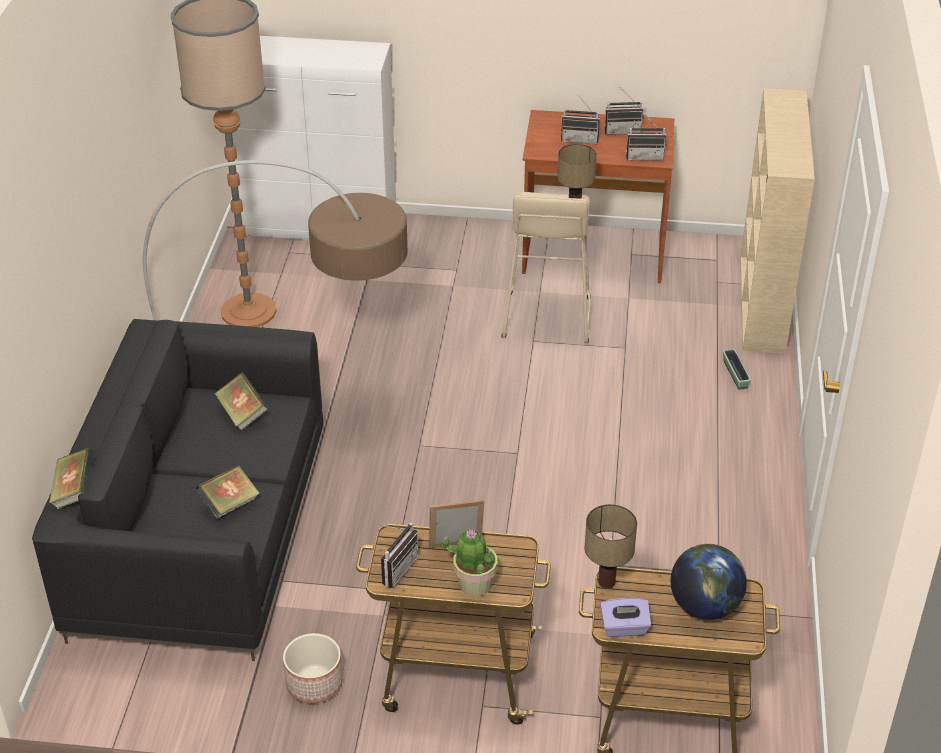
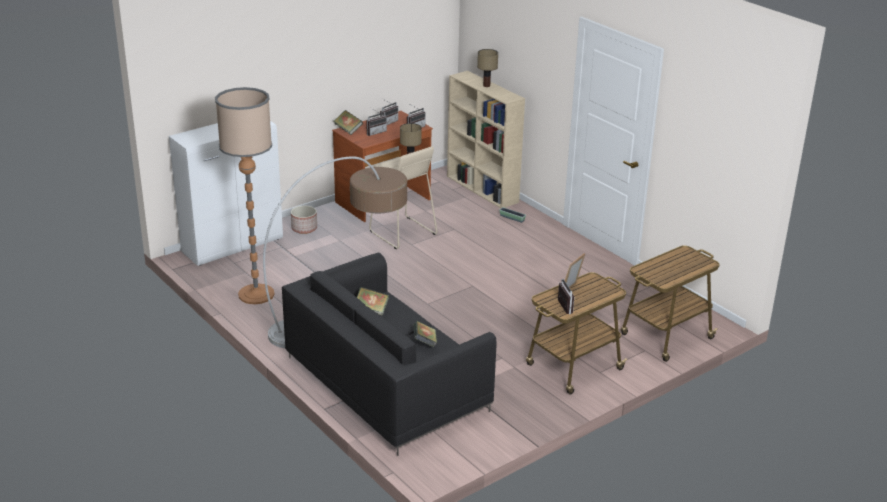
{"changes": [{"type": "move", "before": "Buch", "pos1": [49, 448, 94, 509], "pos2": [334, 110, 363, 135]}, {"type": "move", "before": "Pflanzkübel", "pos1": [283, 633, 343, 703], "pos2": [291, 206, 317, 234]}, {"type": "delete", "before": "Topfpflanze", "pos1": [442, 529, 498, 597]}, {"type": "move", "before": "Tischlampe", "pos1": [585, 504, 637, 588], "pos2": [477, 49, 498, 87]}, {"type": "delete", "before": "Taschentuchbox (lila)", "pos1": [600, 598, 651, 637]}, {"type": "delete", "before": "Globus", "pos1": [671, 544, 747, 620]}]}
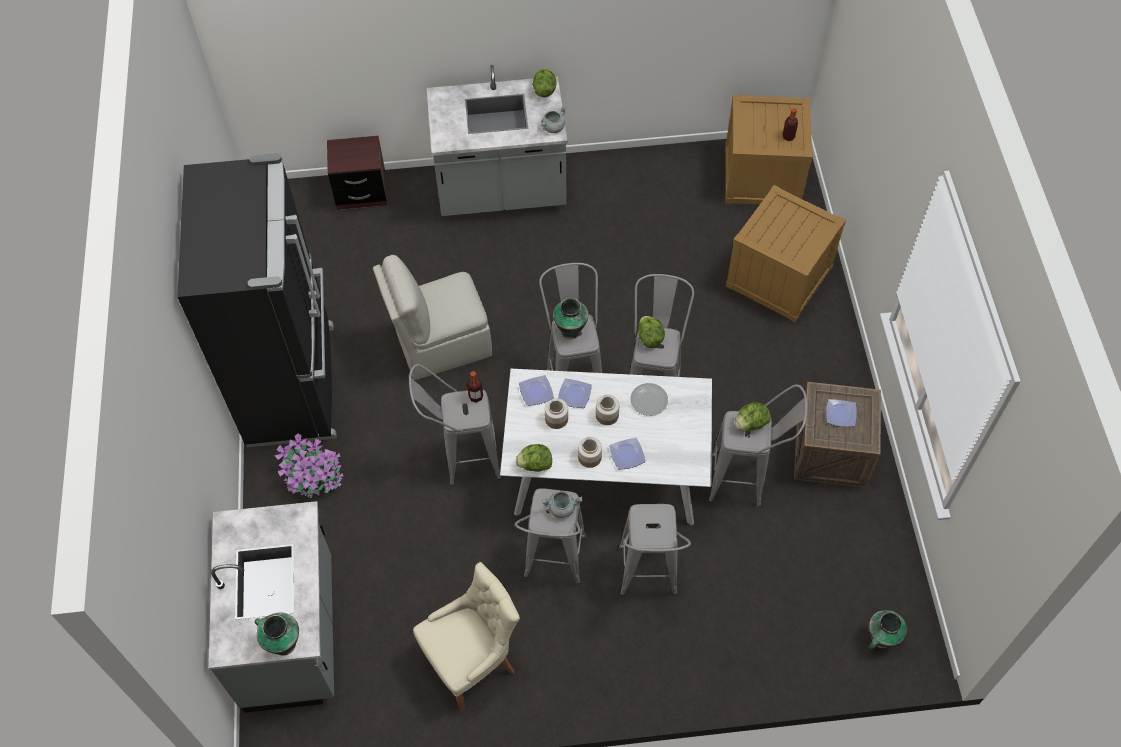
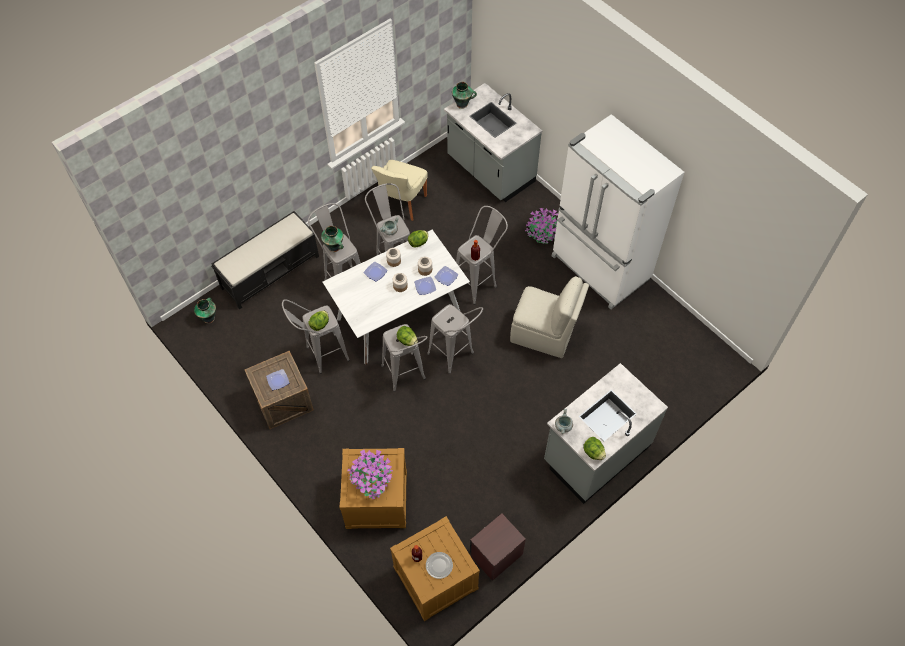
{"changes": [{"type": "recolor", "before": "Kühlschrank (schwarz)", "after": "Kühlschrank (weiß)", "pos1": [177, 153, 337, 448], "pos2": [552, 114, 684, 309]}, {"type": "move", "before": "Nachttisch (braun)", "pos1": [327, 136, 387, 210], "pos2": [470, 513, 526, 581]}, {"type": "rotate", "before": "Stuhl (beige)", "pos1": [373, 255, 492, 380], "pos2": [510, 276, 589, 358], "turn": 75}, {"type": "move", "before": "Vase", "pos1": [553, 296, 589, 339], "pos2": [321, 226, 343, 252]}, {"type": "move", "before": "Teller", "pos1": [630, 383, 668, 416], "pos2": [426, 552, 453, 579]}, {"type": "insert", "after": "Bank (schwarz)", "pos2": [211, 211, 319, 310]}, {"type": "insert", "after": "Topfpflanze", "pos2": [347, 450, 393, 499]}]}
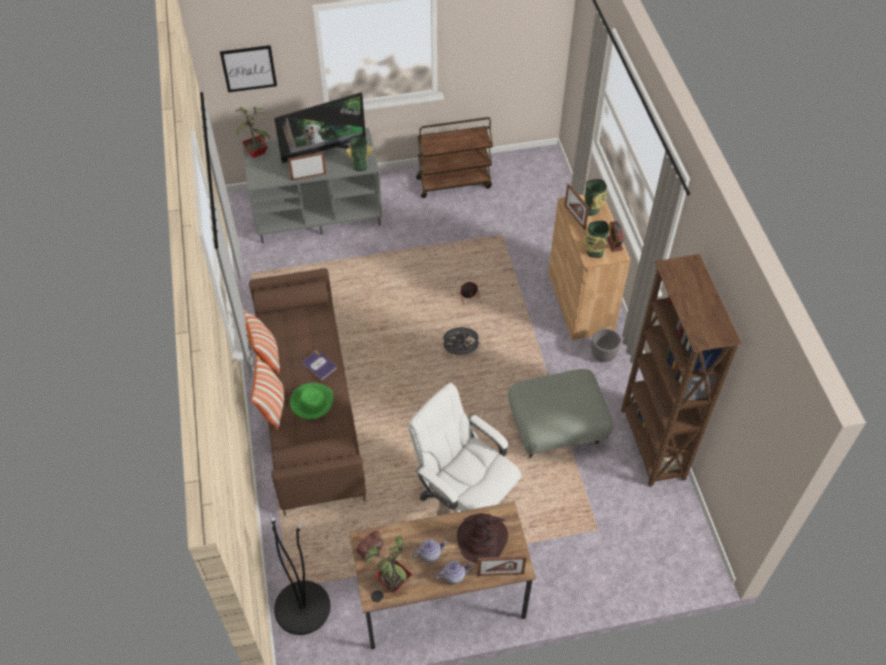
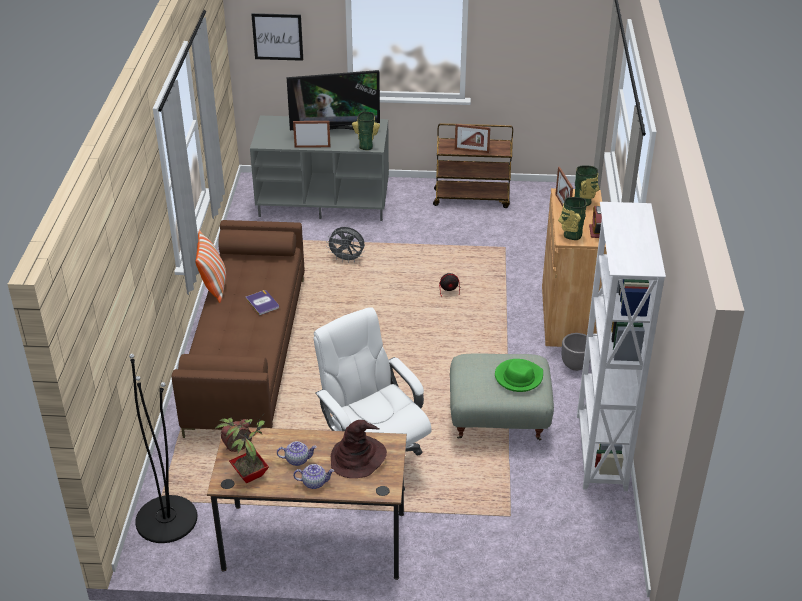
{"changes": [{"type": "delete", "before": "Topfpflanze", "pos1": [236, 107, 270, 158]}, {"type": "delete", "before": "Kissen", "pos1": [251, 355, 284, 430]}, {"type": "move", "before": "Hut (grün)", "pos1": [290, 383, 333, 419], "pos2": [495, 359, 543, 392]}, {"type": "move", "before": "Ventilator (grau)", "pos1": [441, 327, 481, 356], "pos2": [326, 227, 365, 263]}, {"type": "move", "before": "Bilderrahmen", "pos1": [477, 556, 526, 576], "pos2": [455, 124, 491, 153]}, {"type": "recolor", "before": "Bücherregal (braun)", "after": "Bücherregal (weiß)", "pos1": [621, 254, 742, 487], "pos2": [577, 202, 666, 491]}]}
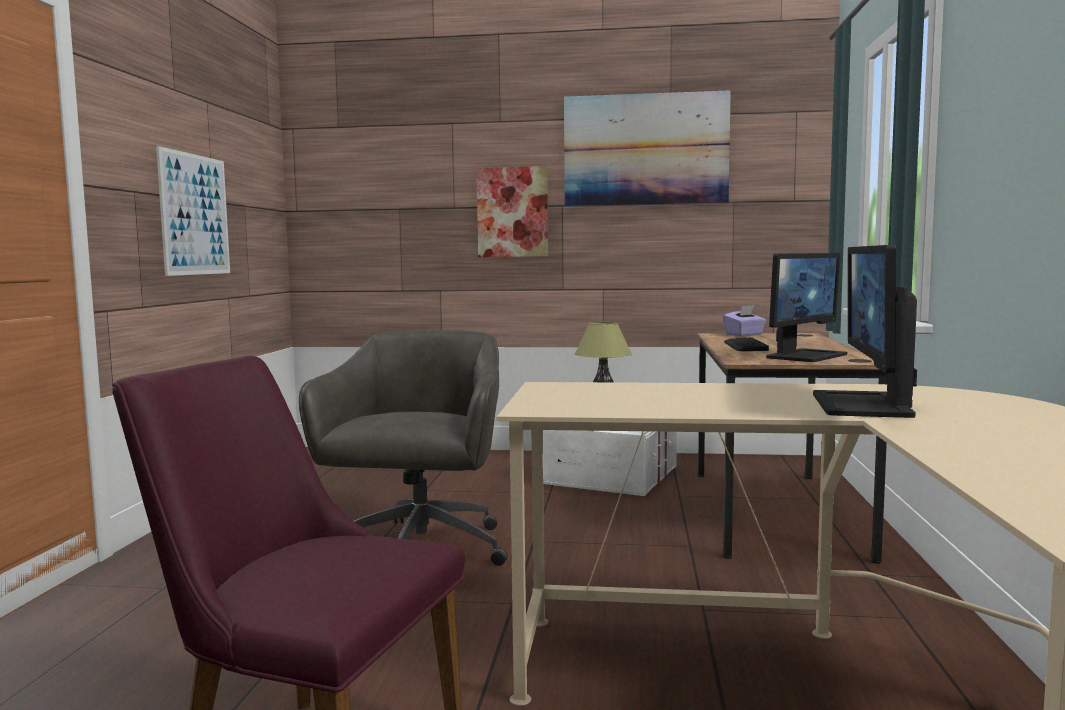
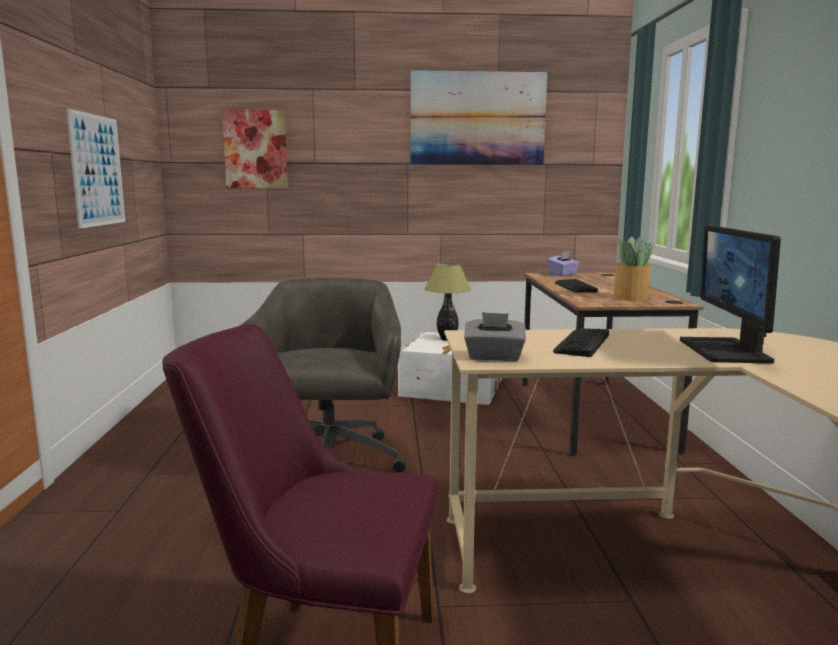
{"changes": [{"type": "move", "before": "Bild", "pos1": [476, 166, 548, 257], "pos2": [222, 109, 288, 188]}, {"type": "replace", "before": "Monitor", "after": "Topfpflanze", "pos1": [766, 253, 847, 362], "pos2": [614, 236, 655, 301]}, {"type": "insert", "after": "Taschentuchbox (grau)", "pos2": [464, 312, 526, 361]}, {"type": "insert", "after": "Tastatur", "pos2": [553, 328, 609, 357]}]}
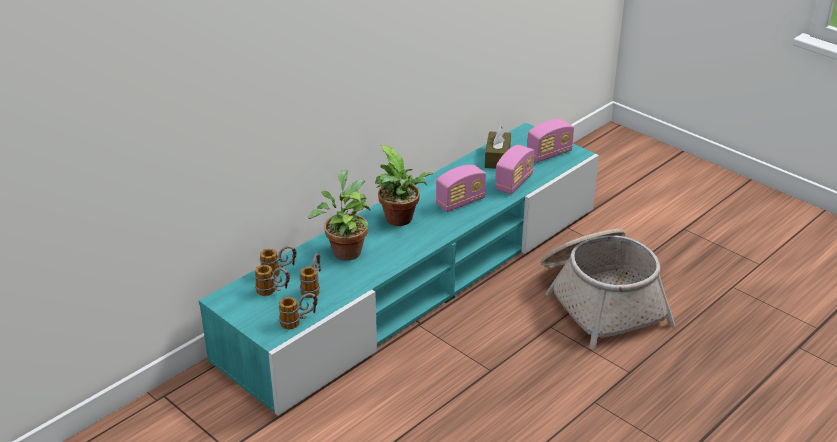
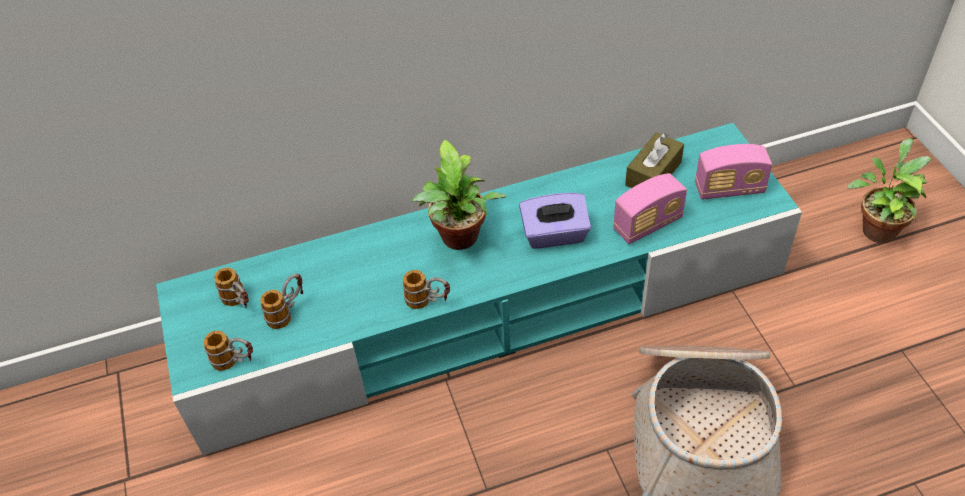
{"changes": [{"type": "move", "before": "Henkelbecher", "pos1": [260, 246, 297, 277], "pos2": [402, 270, 450, 309]}, {"type": "move", "before": "Topfpflanze", "pos1": [308, 170, 371, 261], "pos2": [848, 138, 931, 243]}, {"type": "replace", "before": "Radio", "after": "Taschentuchbox (lila)", "pos1": [436, 165, 486, 212], "pos2": [519, 193, 591, 249]}]}
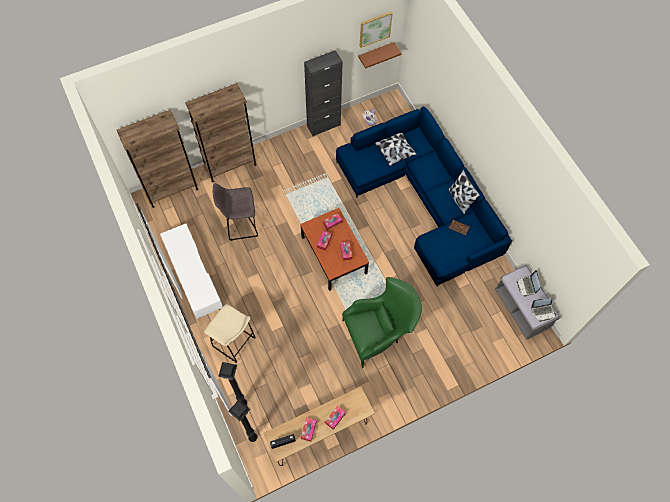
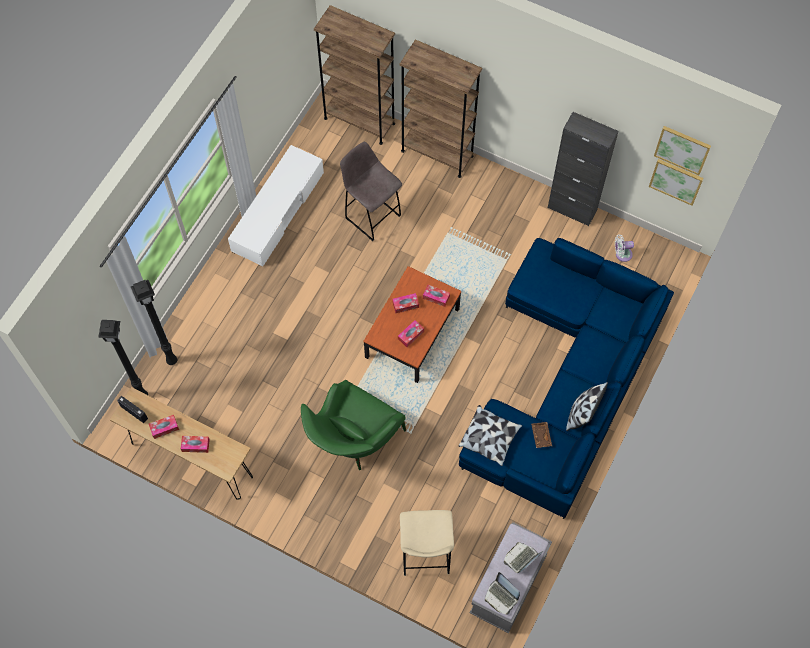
{"changes": [{"type": "move", "before": "Hocker (beige)", "pos1": [204, 304, 256, 363], "pos2": [400, 510, 454, 576]}, {"type": "rotate", "before": "Sessel (grün)", "pos1": [342, 277, 422, 368], "pos2": [301, 380, 406, 470], "turn": 90}, {"type": "replace", "before": "Wandregal (braun)", "after": "Bild", "pos1": [358, 42, 402, 69], "pos2": [649, 159, 704, 206]}, {"type": "move", "before": "Kissen", "pos1": [375, 133, 417, 166], "pos2": [459, 405, 522, 466]}]}
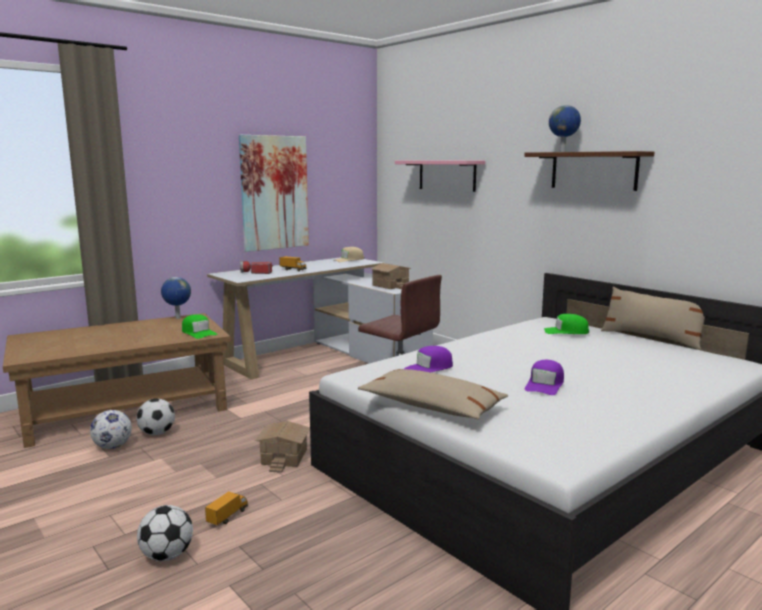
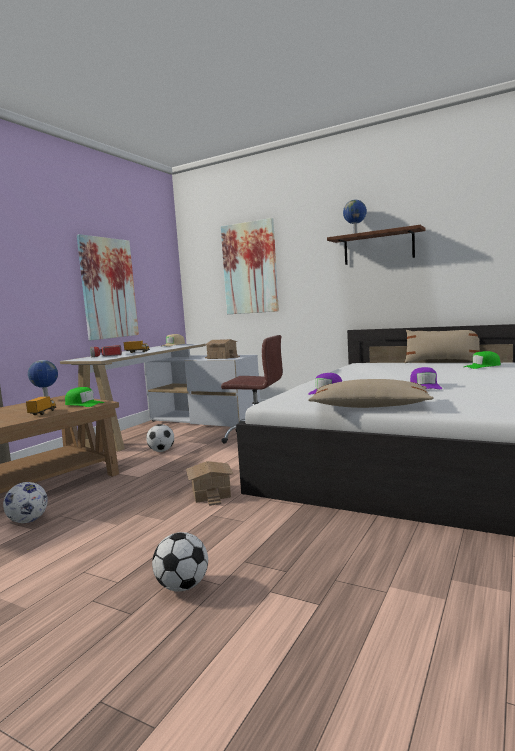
{"changes": [{"type": "move", "before": "Fußball", "pos1": [136, 398, 175, 435], "pos2": [146, 424, 174, 452]}, {"type": "move", "before": "Spielzeuglaster", "pos1": [205, 491, 248, 525], "pos2": [26, 396, 56, 415]}, {"type": "replace", "before": "Wandregal (rosa)", "after": "Bild", "pos1": [395, 161, 485, 192], "pos2": [221, 218, 279, 314]}, {"type": "move", "before": "Kappe (grün)", "pos1": [544, 314, 589, 334], "pos2": [464, 351, 501, 369]}]}
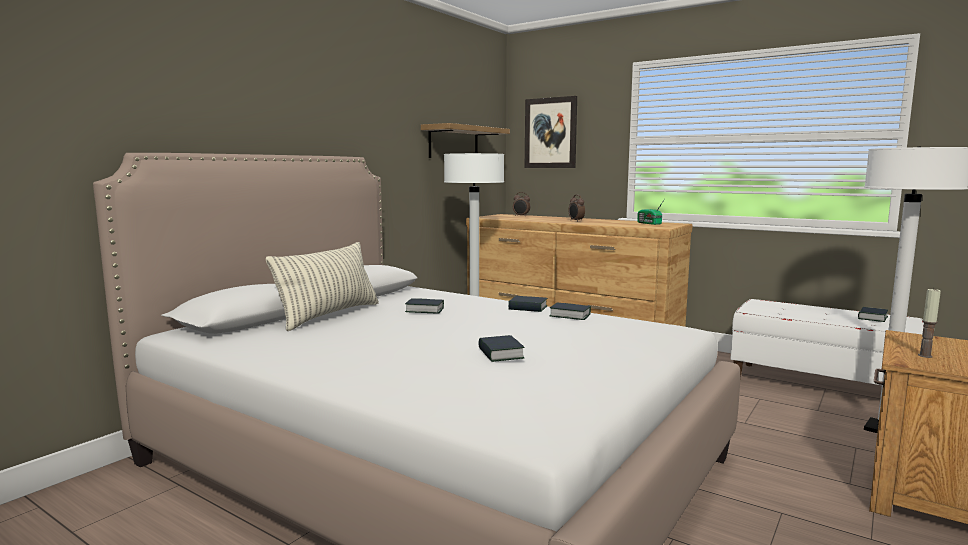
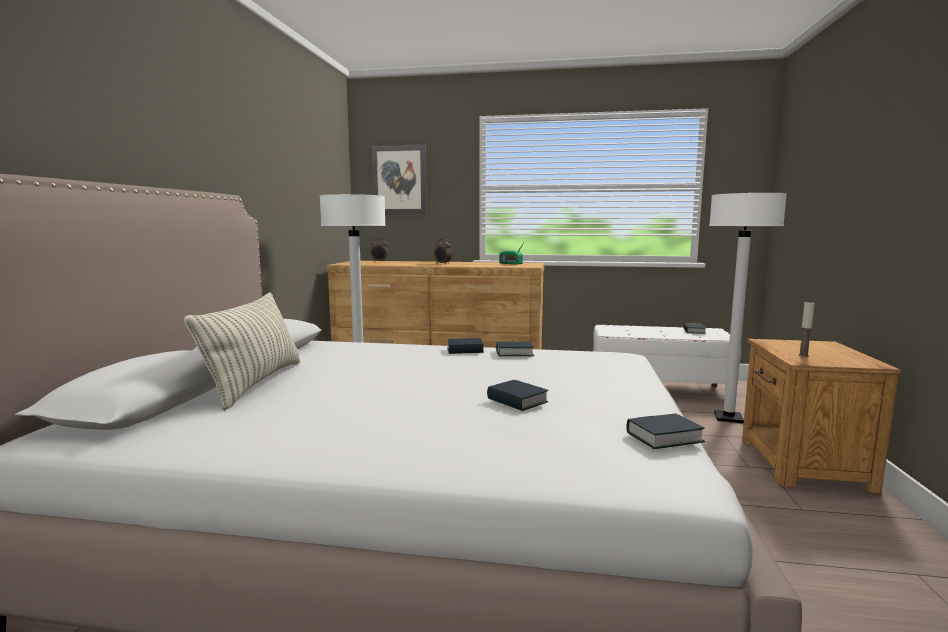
{"changes": [{"type": "move", "before": "Buch", "pos1": [405, 298, 444, 314], "pos2": [627, 413, 705, 449]}, {"type": "delete", "before": "Wandregal", "pos1": [421, 123, 510, 158]}]}
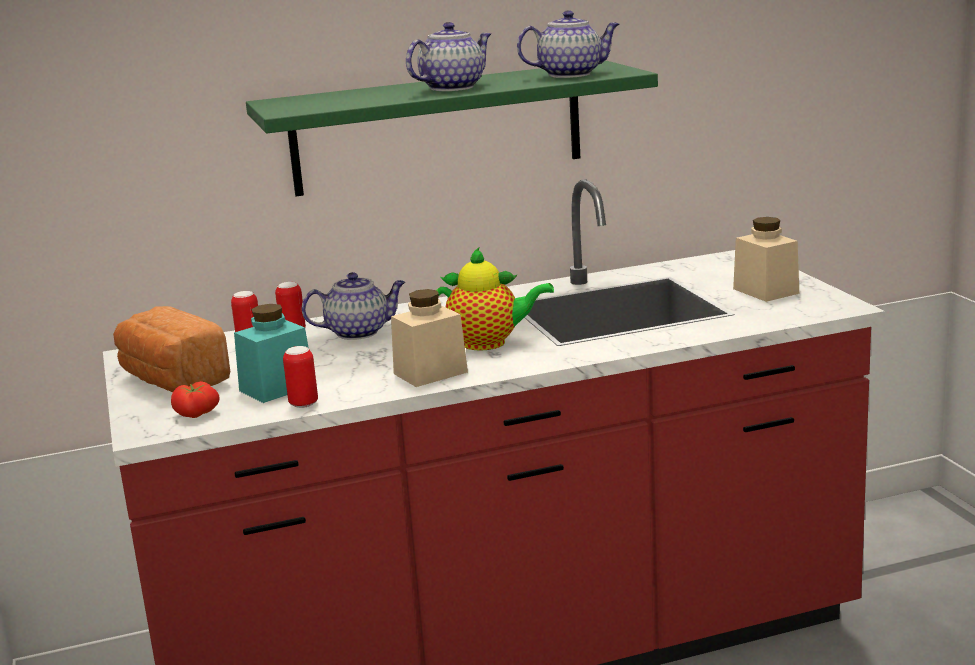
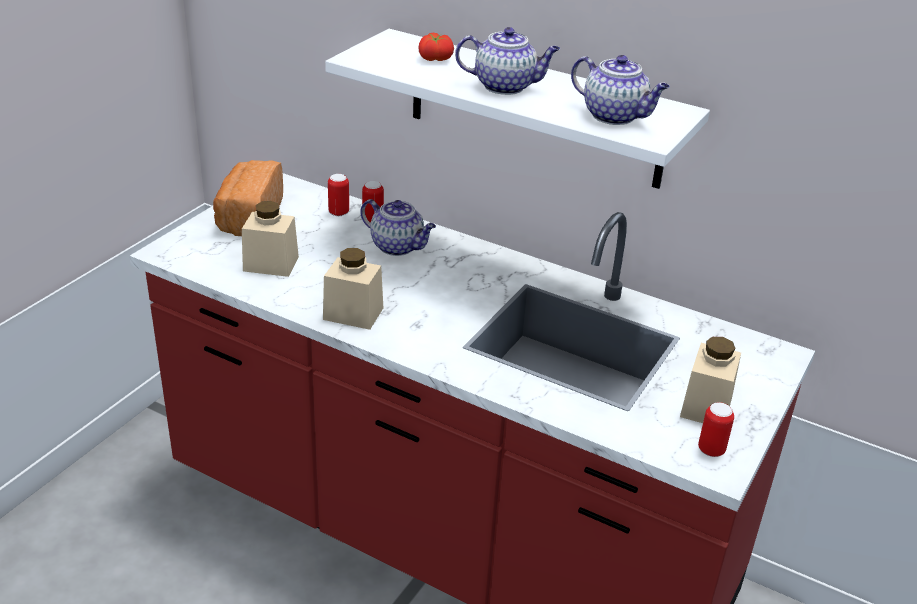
{"changes": [{"type": "move", "before": "Tomate", "pos1": [171, 381, 220, 418], "pos2": [419, 33, 454, 61]}, {"type": "recolor", "before": "Vorratsglas (türkis)", "after": "Vorratsglas (beige)", "pos1": [234, 304, 309, 403], "pos2": [242, 201, 299, 277]}, {"type": "recolor", "before": "Wandregal (grün)", "after": "Wandregal (weiß)", "pos1": [246, 61, 658, 196], "pos2": [325, 29, 710, 189]}, {"type": "move", "before": "Dose", "pos1": [283, 346, 318, 408], "pos2": [698, 402, 734, 457]}, {"type": "delete", "before": "Teekanne", "pos1": [437, 247, 554, 350]}]}
